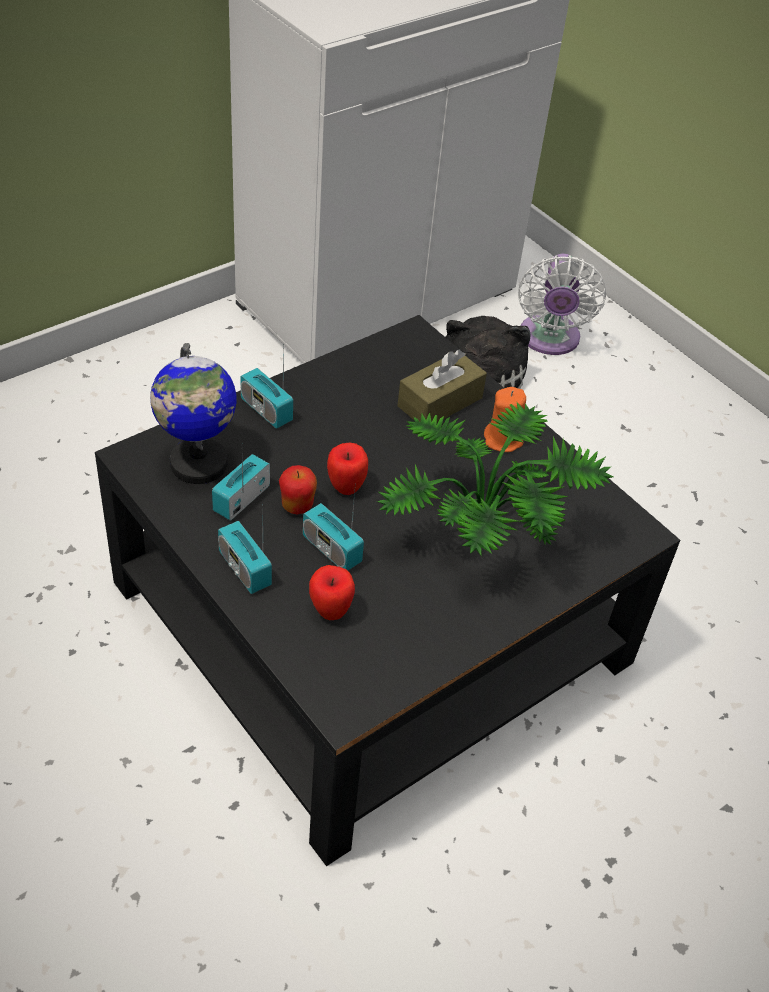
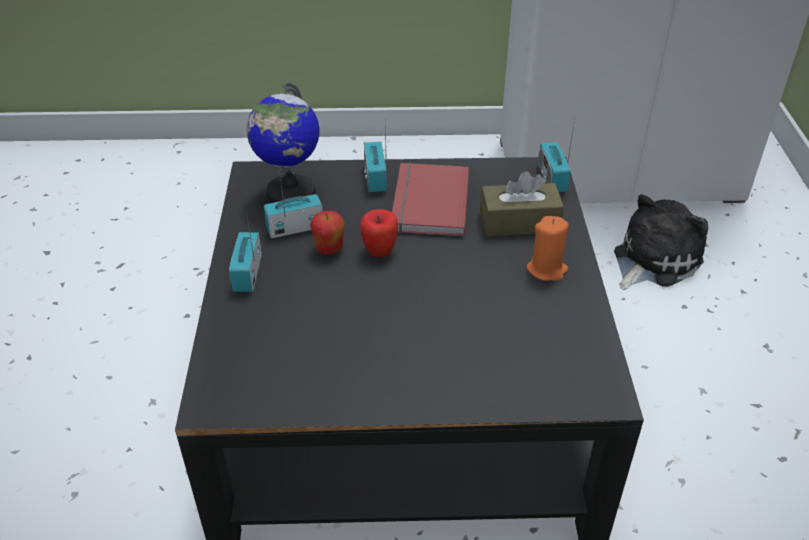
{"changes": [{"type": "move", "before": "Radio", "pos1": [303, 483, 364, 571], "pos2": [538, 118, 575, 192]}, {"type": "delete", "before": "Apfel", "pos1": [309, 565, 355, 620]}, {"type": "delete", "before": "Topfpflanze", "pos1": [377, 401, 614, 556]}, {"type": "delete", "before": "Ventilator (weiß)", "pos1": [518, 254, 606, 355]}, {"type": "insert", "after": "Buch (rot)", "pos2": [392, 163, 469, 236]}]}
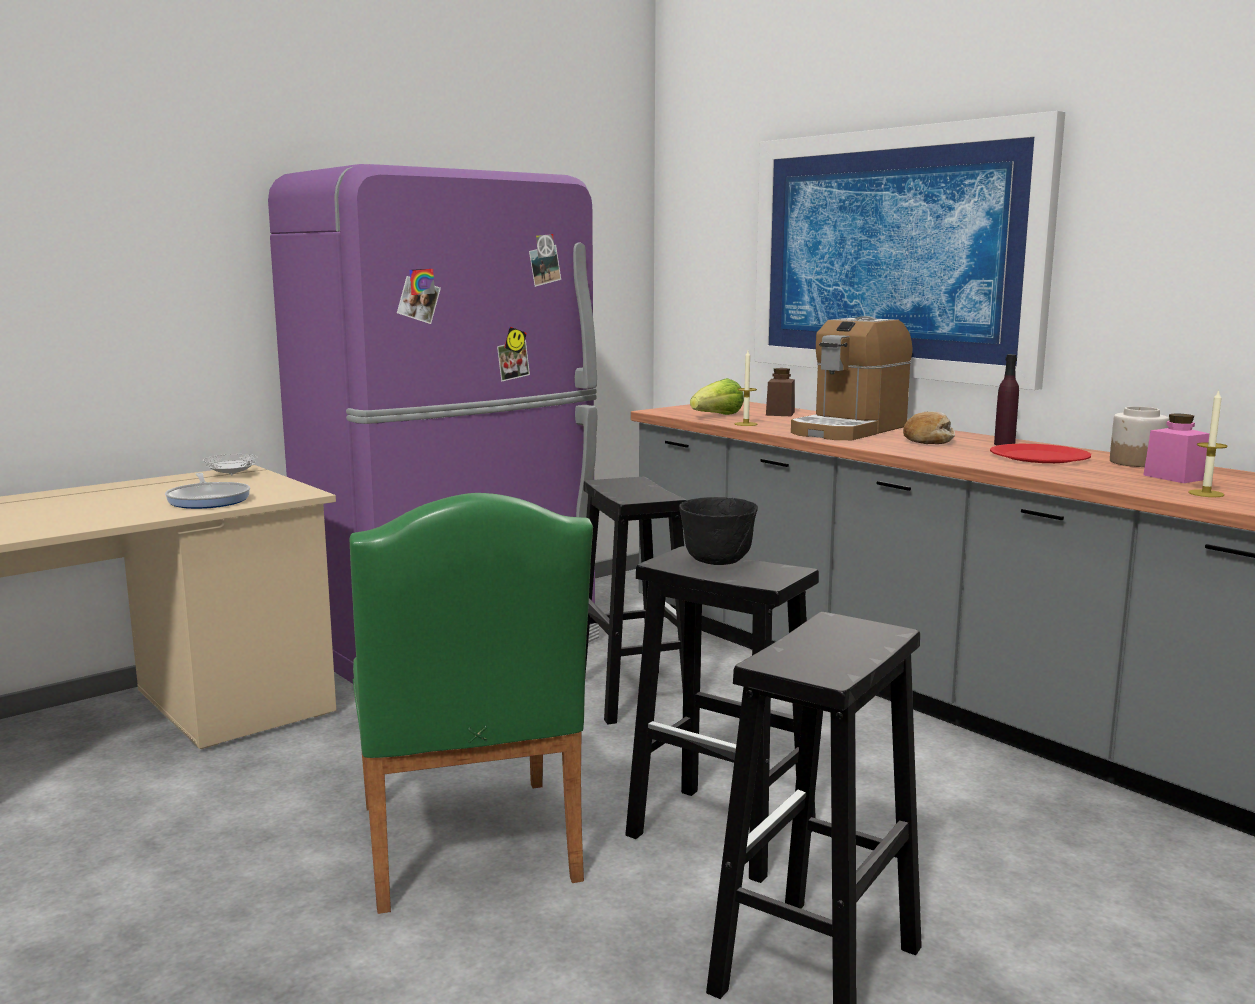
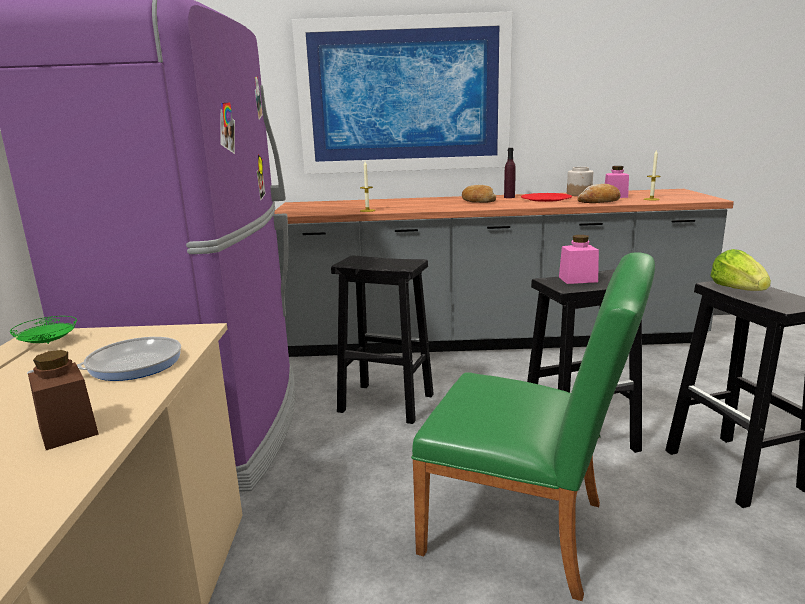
{"changes": [{"type": "rotate", "before": "Pfanne", "pos1": [165, 473, 250, 509], "pos2": [27, 337, 181, 381], "turn": -45}, {"type": "recolor", "before": "Teller (weiß)", "after": "Teller (grün)", "pos1": [203, 454, 258, 476], "pos2": [10, 316, 77, 344]}, {"type": "replace", "before": "Schüssel (schwarz)", "after": "Vorratsglas (rosa)", "pos1": [679, 497, 758, 565], "pos2": [559, 235, 599, 284]}, {"type": "move", "before": "Salatkopf", "pos1": [690, 378, 744, 415], "pos2": [710, 249, 771, 291]}, {"type": "move", "before": "Vorratsglas (braun)", "pos1": [766, 368, 795, 416], "pos2": [28, 350, 99, 450]}, {"type": "delete", "before": "Kaffeemaschine", "pos1": [791, 316, 912, 440]}, {"type": "insert", "after": "Brot", "pos2": [577, 184, 621, 203]}]}
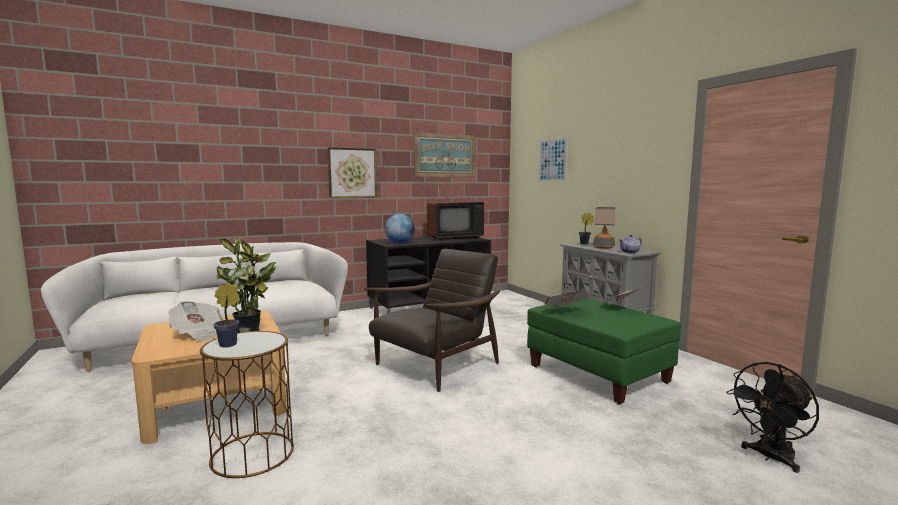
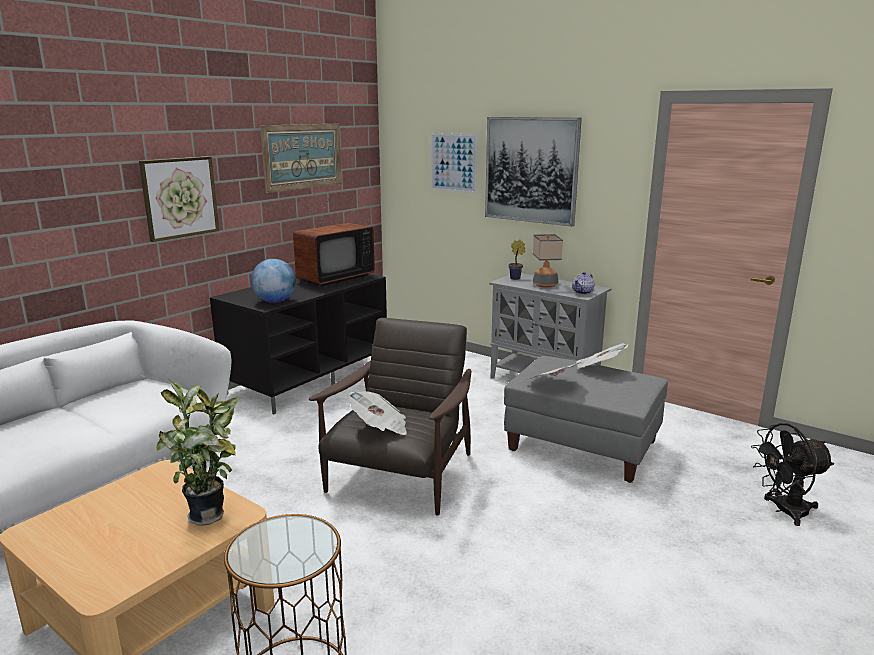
{"changes": [{"type": "move", "before": "Zeitung", "pos1": [168, 301, 224, 342], "pos2": [349, 391, 407, 435]}, {"type": "delete", "before": "Topfpflanze", "pos1": [214, 282, 240, 347]}, {"type": "recolor", "before": "Polsterhocker (grün)", "after": "Polsterhocker (grau)", "pos1": [527, 299, 681, 405], "pos2": [504, 356, 668, 483]}, {"type": "rotate", "before": "Ventilator (schwarz)", "pos1": [726, 362, 819, 473], "pos2": [751, 423, 835, 526], "turn": 45}, {"type": "insert", "after": "Bild", "pos2": [485, 117, 582, 227]}]}
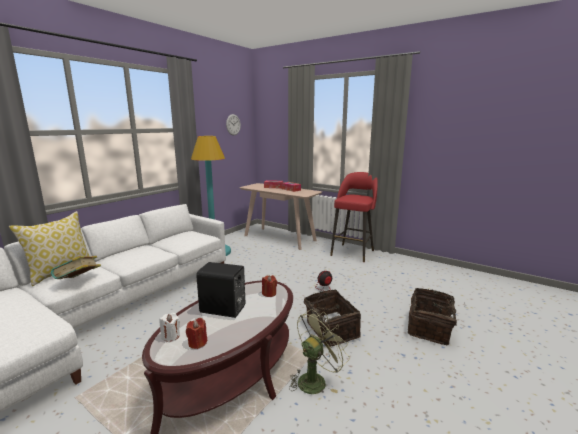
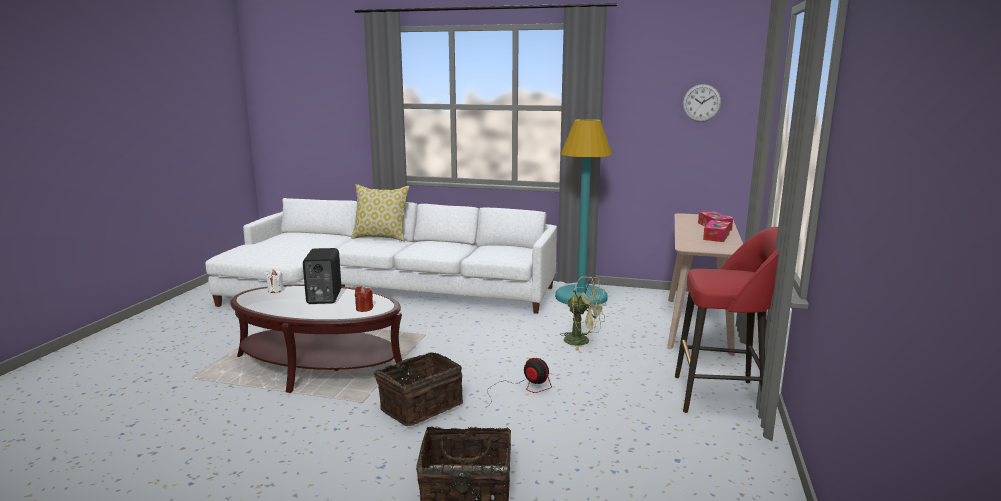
{"changes": [{"type": "delete", "before": "Buch", "pos1": [51, 256, 101, 279]}, {"type": "delete", "before": "Kerze (rot)", "pos1": [186, 318, 207, 349]}, {"type": "move", "before": "Ventilator (grün)", "pos1": [289, 309, 350, 394], "pos2": [560, 276, 605, 350]}]}
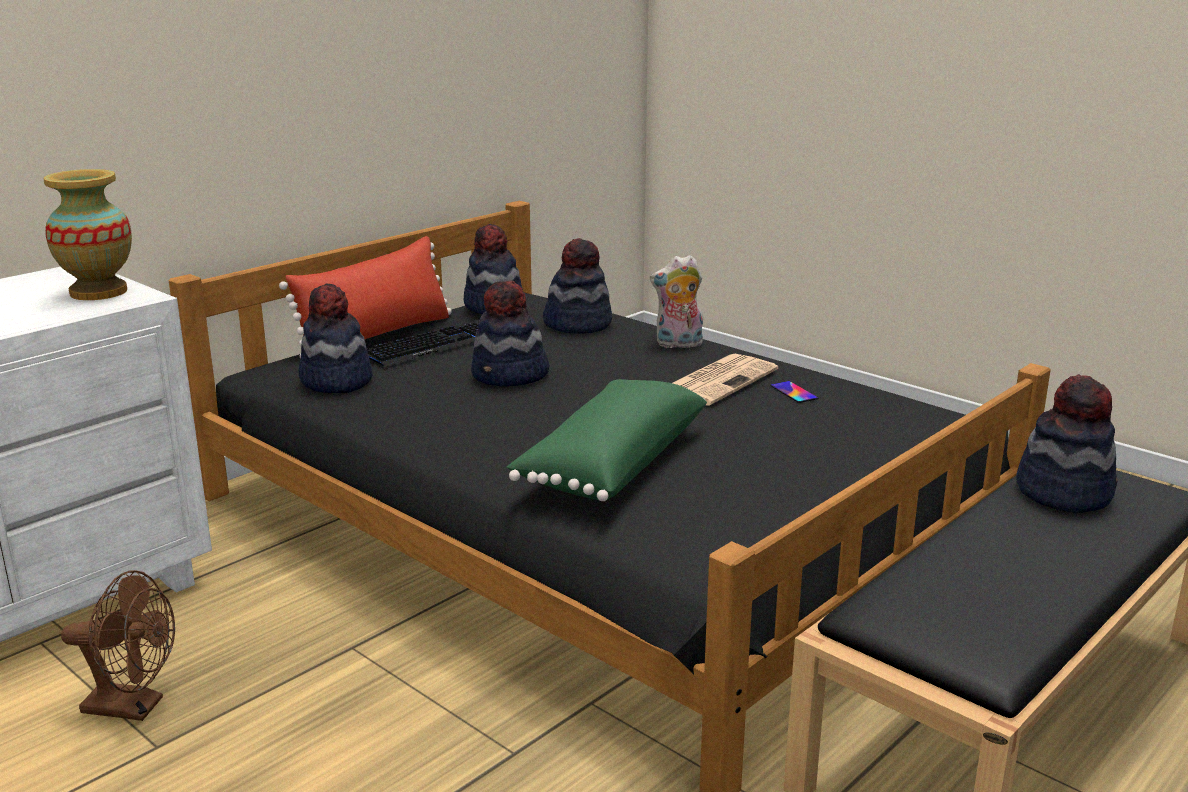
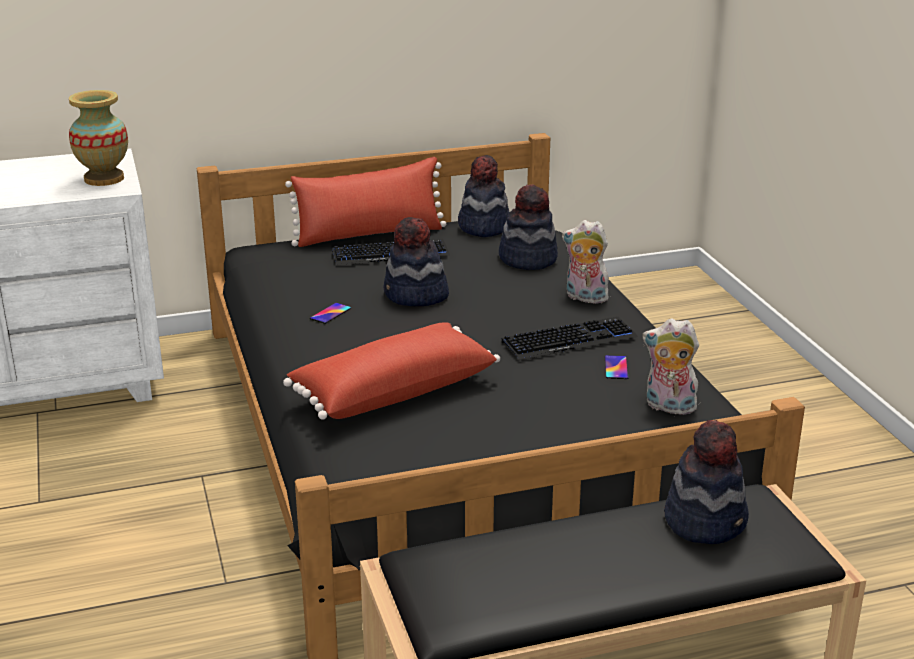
{"changes": [{"type": "delete", "before": "Ventilator (braun)", "pos1": [61, 570, 175, 721]}, {"type": "delete", "before": "Hut", "pos1": [299, 284, 372, 393]}, {"type": "recolor", "before": "Kissen (grün)", "after": "Kissen (rot)", "pos1": [507, 379, 707, 501], "pos2": [283, 322, 500, 420]}, {"type": "replace", "before": "Zeitung", "after": "Tastatur", "pos1": [673, 354, 778, 406], "pos2": [501, 317, 638, 361]}, {"type": "insert", "after": "Handy", "pos2": [310, 303, 351, 324]}, {"type": "insert", "after": "Plüschtier", "pos2": [642, 319, 699, 415]}]}
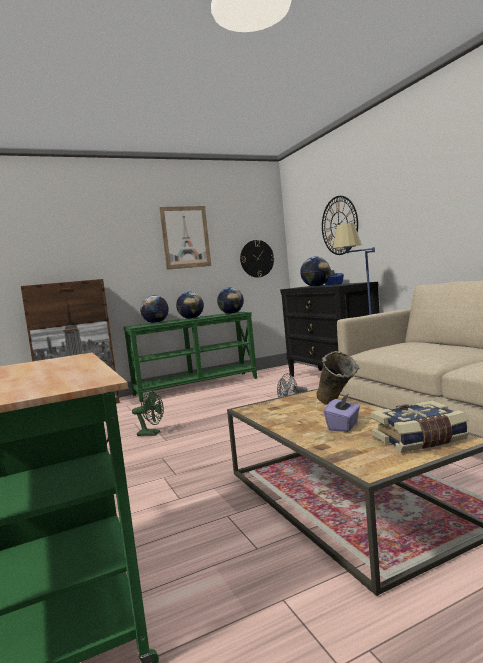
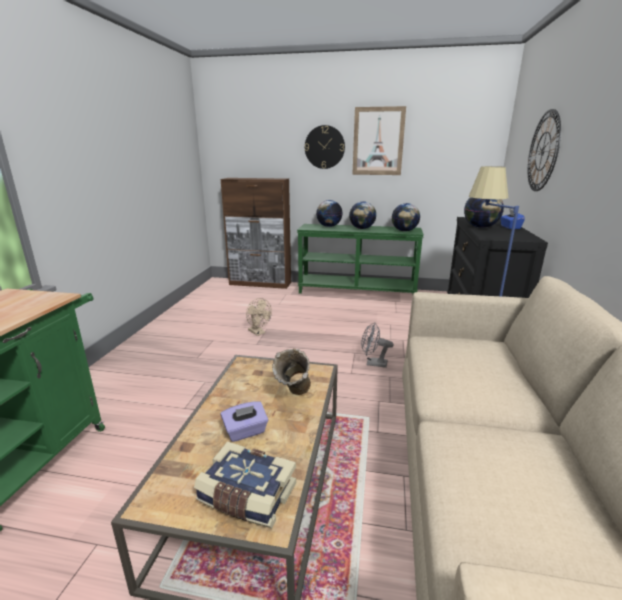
{"changes": [{"type": "recolor", "before": "Ventilator (grün)", "after": "Ventilator (beige)", "pos1": [132, 390, 164, 436], "pos2": [246, 298, 272, 336]}, {"type": "move", "before": "Wanduhr", "pos1": [240, 240, 274, 277], "pos2": [305, 125, 345, 169]}]}
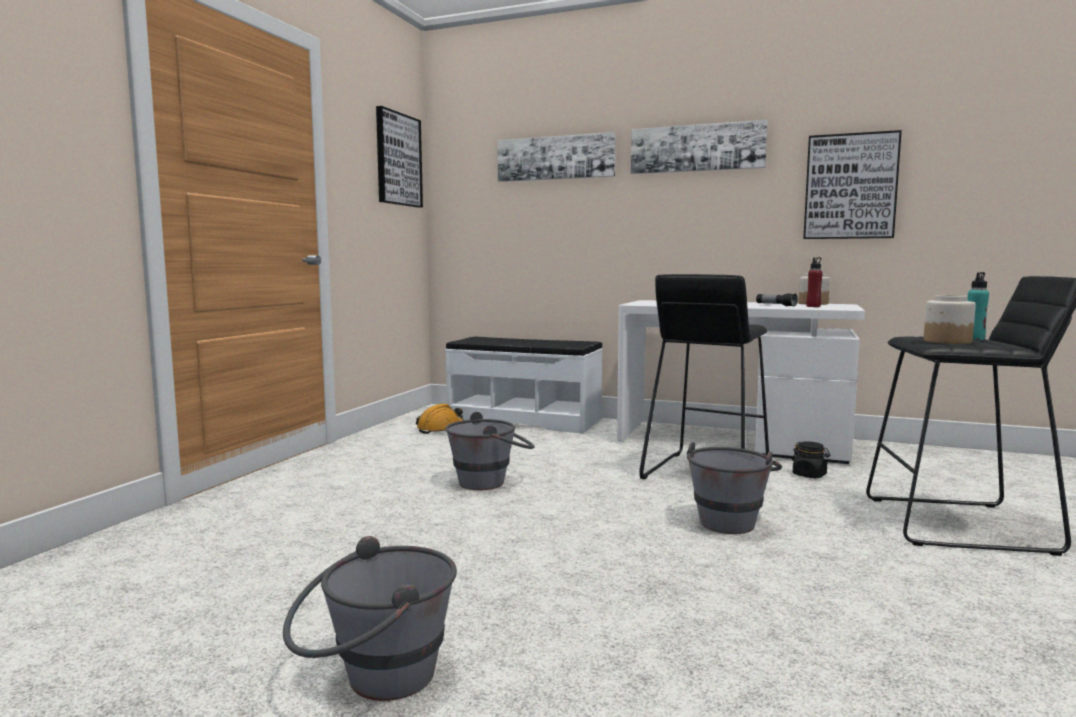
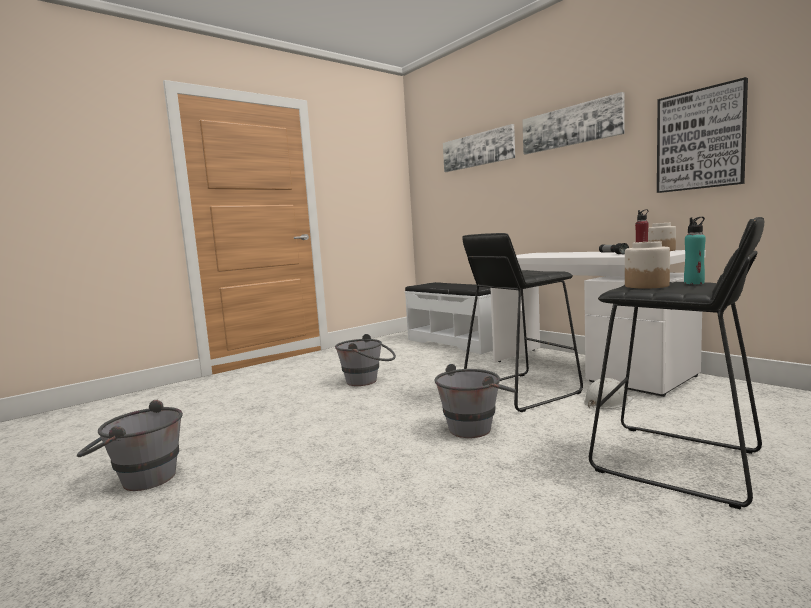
{"changes": [{"type": "delete", "before": "Bild", "pos1": [376, 106, 423, 208]}, {"type": "delete", "before": "Schutzhelm (orange)", "pos1": [416, 403, 464, 434]}, {"type": "replace", "before": "Vorratsglas (schwarz)", "after": "Schutzhelm (weiß)", "pos1": [792, 442, 830, 478], "pos2": [584, 378, 633, 409]}]}
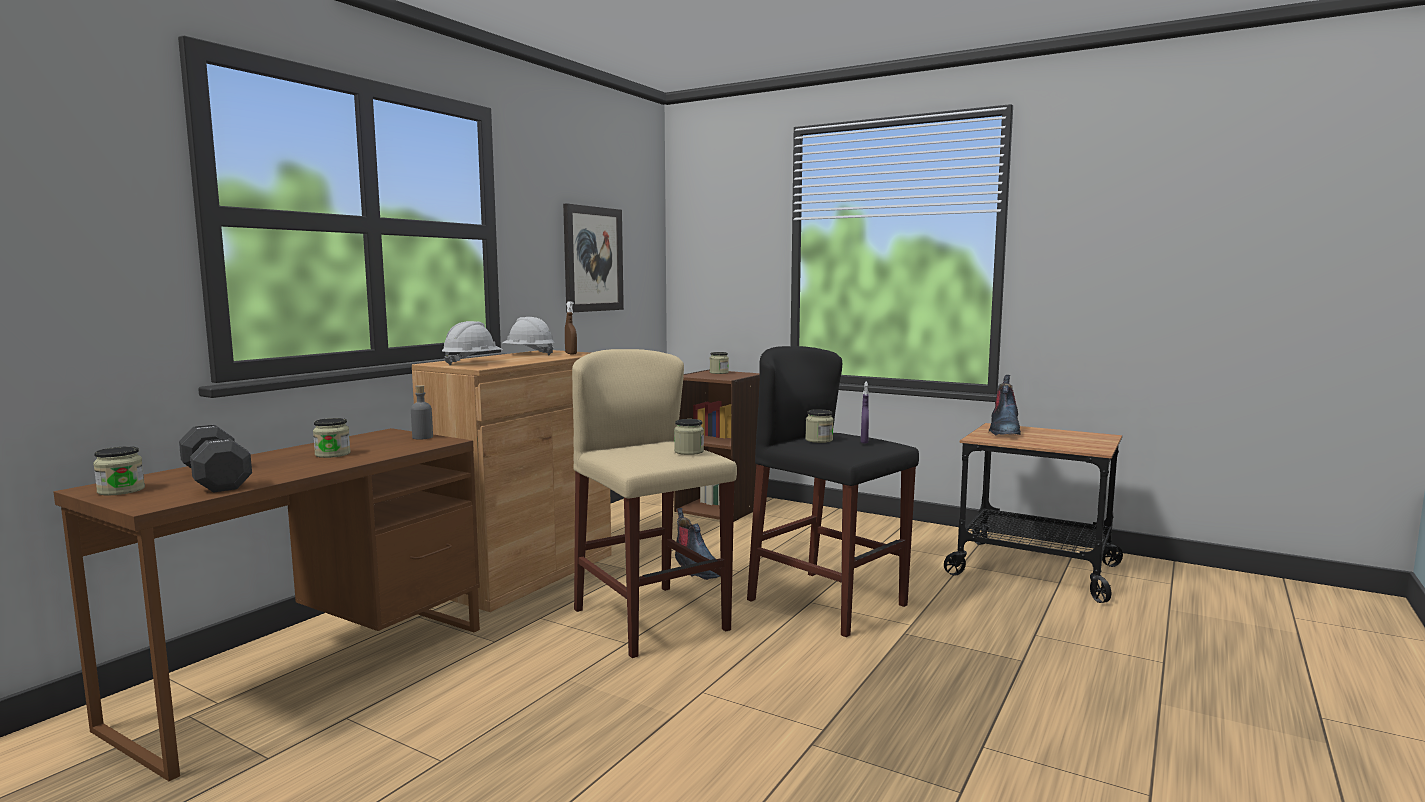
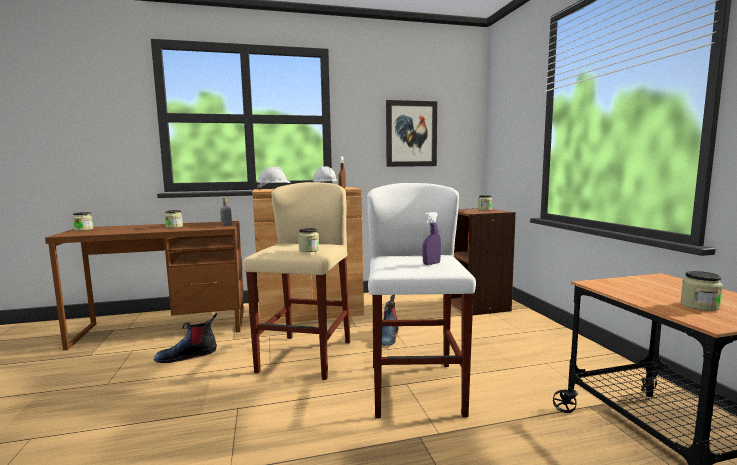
{"changes": [{"type": "delete", "before": "Hantel (schwarz)", "pos1": [179, 425, 252, 492]}, {"type": "recolor", "before": "Hocker (schwarz)", "after": "Hocker (weiß)", "pos1": [747, 346, 919, 637], "pos2": [367, 183, 476, 418]}, {"type": "move", "before": "Vorratsglas", "pos1": [805, 409, 834, 443], "pos2": [680, 271, 723, 311]}, {"type": "move", "before": "Stiefel", "pos1": [989, 375, 1021, 435], "pos2": [154, 313, 217, 363]}]}
